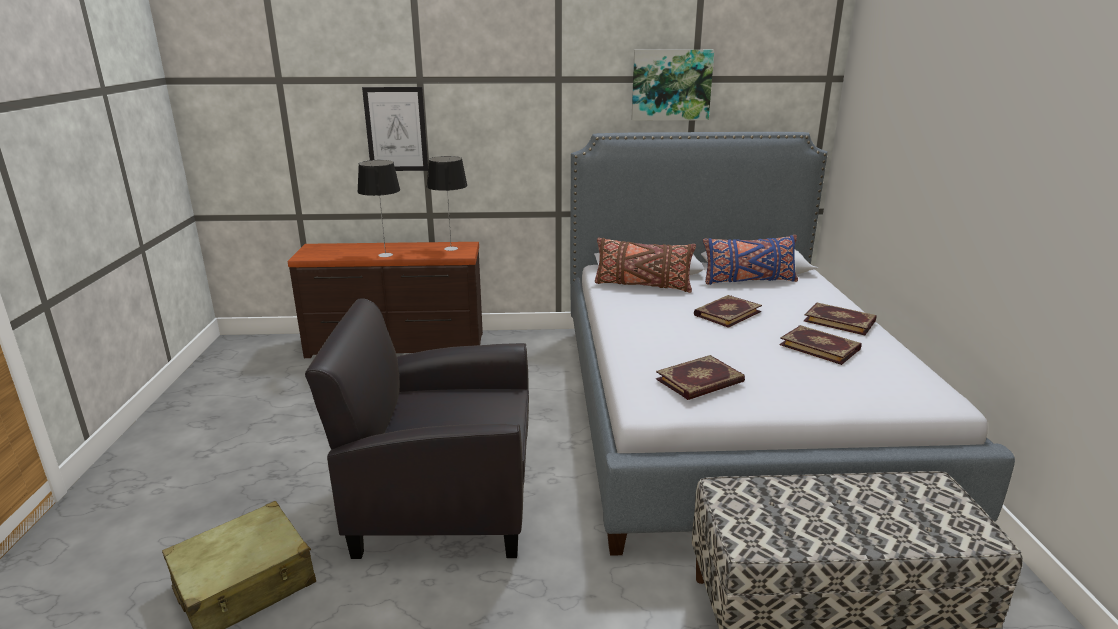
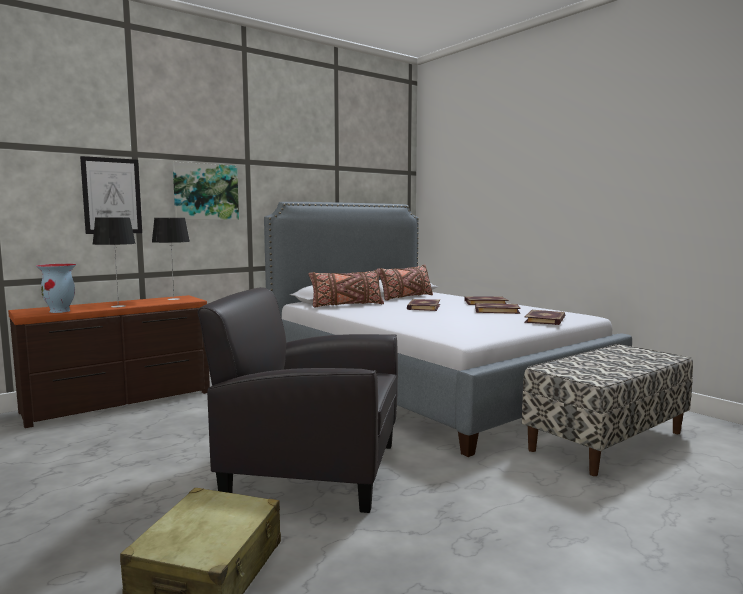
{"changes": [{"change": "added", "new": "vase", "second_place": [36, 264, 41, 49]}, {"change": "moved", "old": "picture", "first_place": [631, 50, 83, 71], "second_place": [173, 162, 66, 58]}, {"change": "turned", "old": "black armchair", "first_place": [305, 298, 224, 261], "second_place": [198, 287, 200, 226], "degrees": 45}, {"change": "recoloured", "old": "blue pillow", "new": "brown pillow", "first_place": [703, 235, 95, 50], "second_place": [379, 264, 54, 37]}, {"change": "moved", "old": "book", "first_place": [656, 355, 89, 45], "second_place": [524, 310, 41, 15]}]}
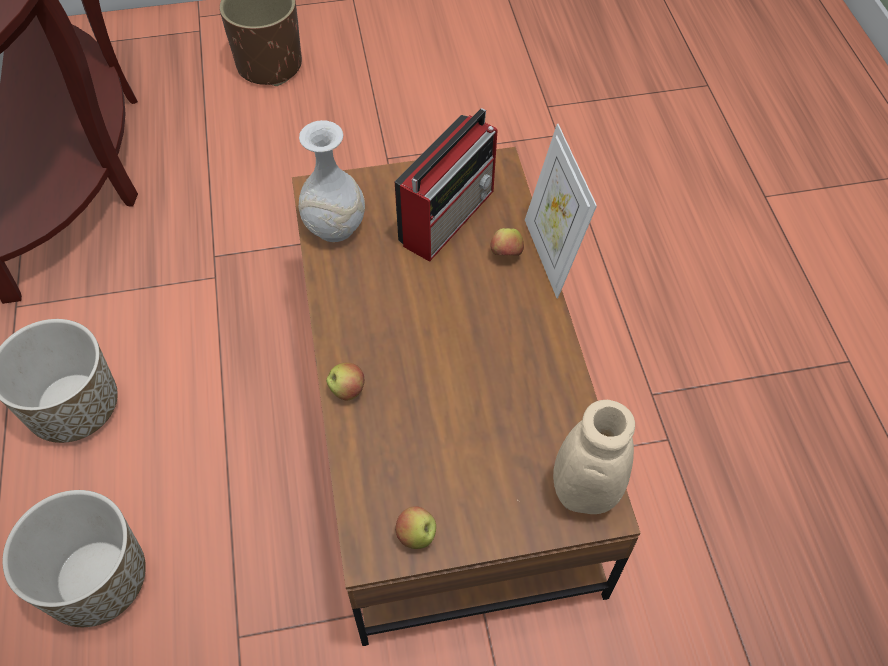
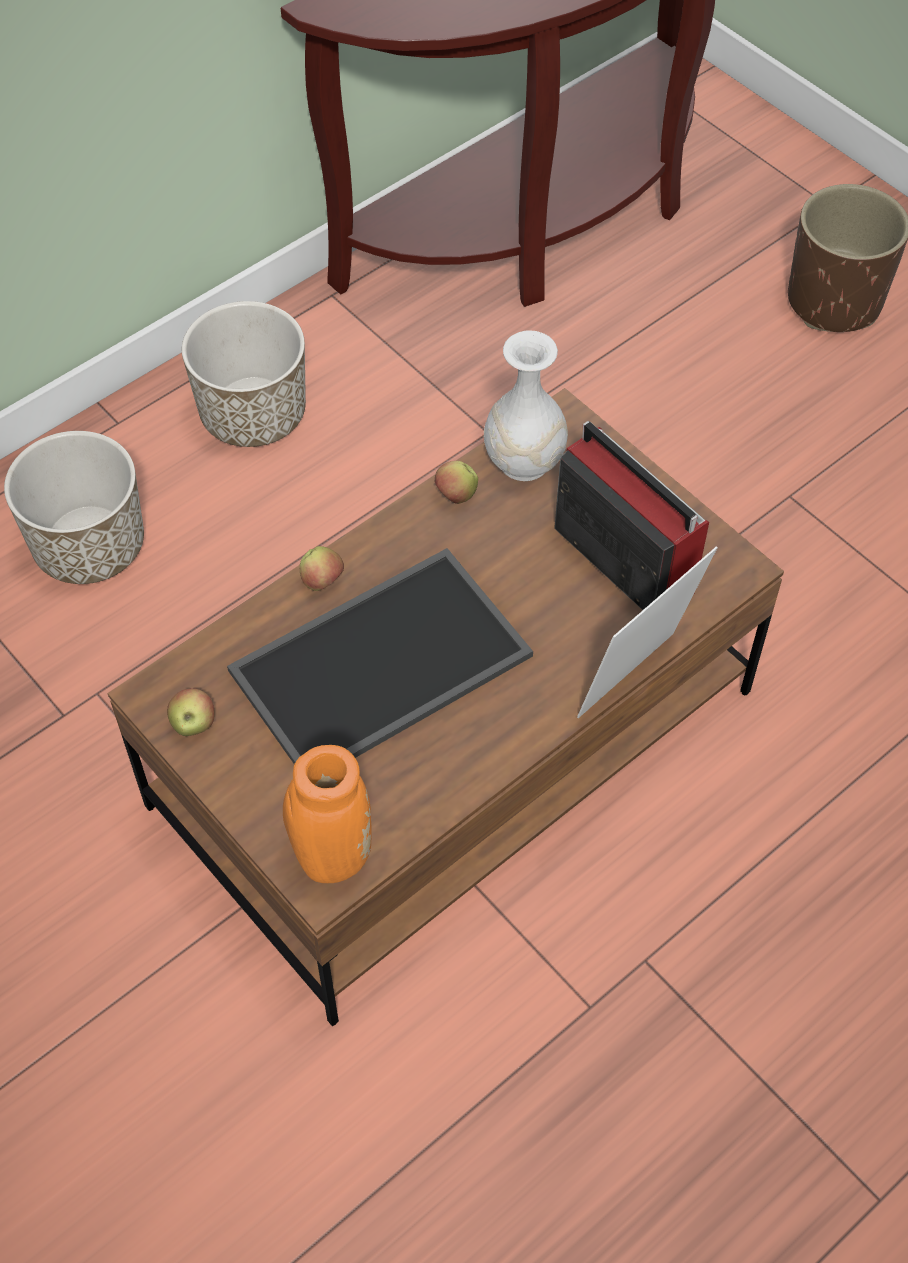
{"changes": [{"change": "recoloured", "old": "beige vase", "new": "orange vase", "first_place": [518, 400, 117, 114], "second_place": [182, 727, 190, 156]}, {"change": "added", "new": "tray", "second_place": [227, 548, 306, 216]}, {"change": "moved", "old": "apple", "first_place": [490, 228, 34, 27], "second_place": [434, 461, 44, 43]}, {"change": "turned", "old": "radio", "first_place": [395, 108, 102, 154], "second_place": [554, 421, 155, 189], "degrees": -135}]}
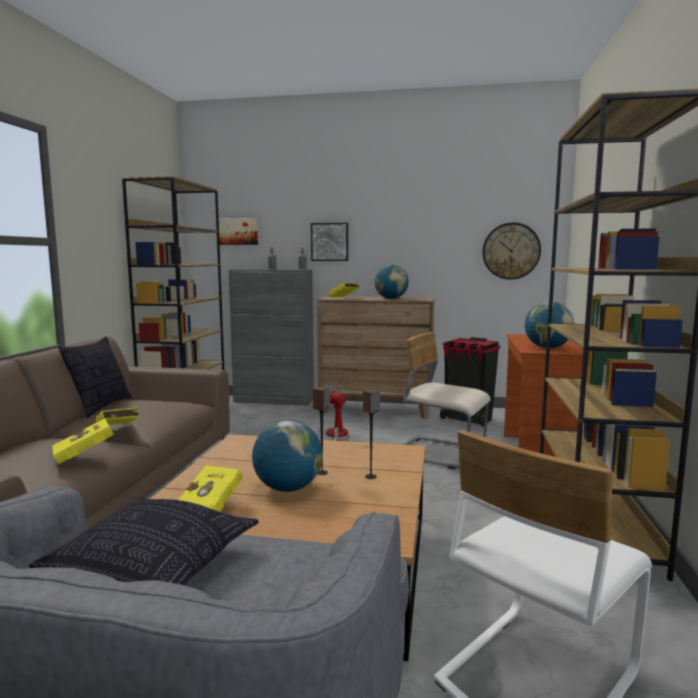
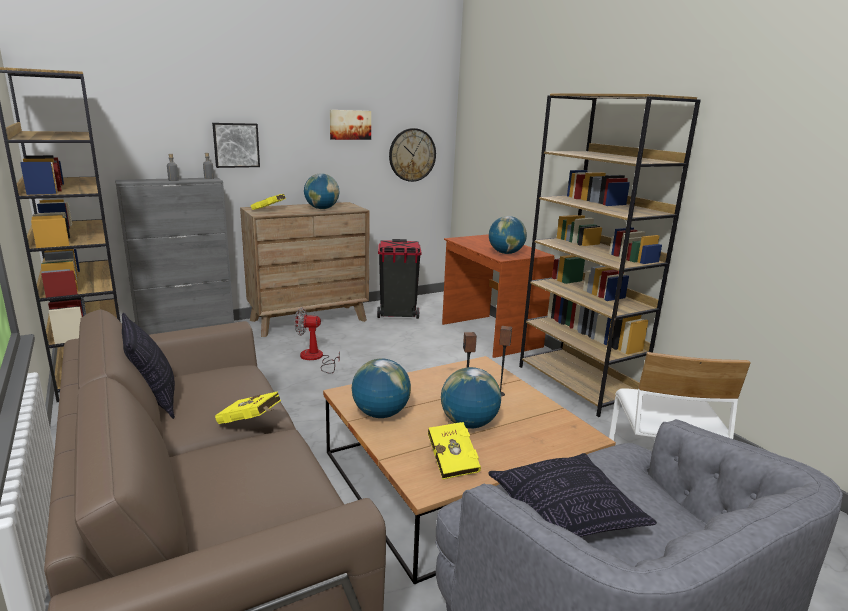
{"changes": [{"change": "moved", "old": "picture", "first_place": [219, 218, 39, 27], "second_place": [330, 110, 41, 30]}, {"change": "added", "new": "globe", "second_place": [352, 358, 59, 60]}, {"change": "removed", "old": "yellow book", "first_place": [52, 418, 70, 46]}, {"change": "removed", "old": "beige chair", "first_place": [402, 332, 89, 137]}]}
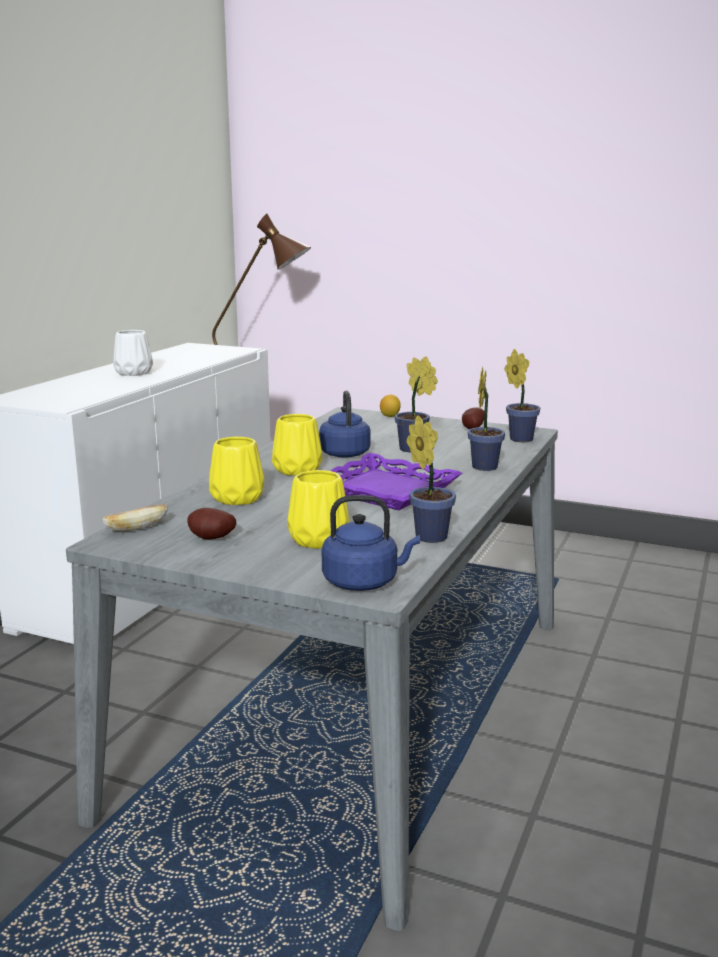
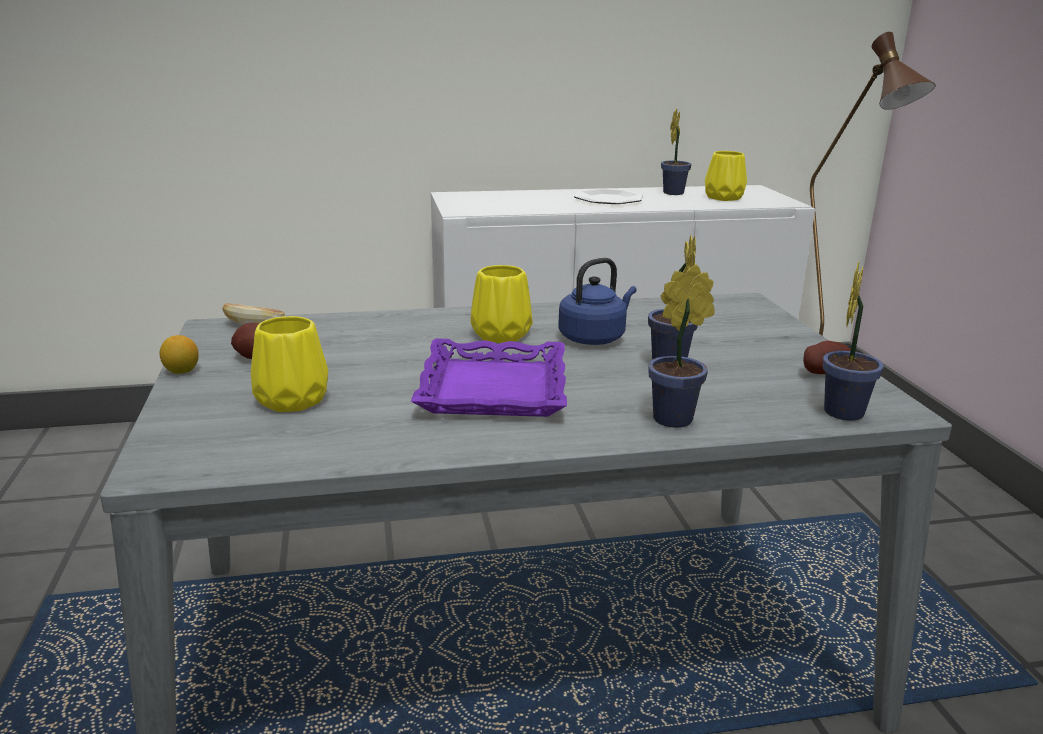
{"changes": [{"change": "moved", "old": "lemon", "first_place": [380, 395, 21, 22], "second_place": [160, 335, 39, 39]}, {"change": "replaced", "old": "white vase", "new": "plate", "first_place": [113, 330, 40, 46], "second_place": [574, 188, 69, 16]}, {"change": "moved", "old": "potted plant", "first_place": [406, 415, 50, 128], "second_place": [661, 108, 31, 87]}, {"change": "moved", "old": "yellow vase", "first_place": [209, 437, 55, 68], "second_place": [705, 151, 42, 50]}, {"change": "removed", "old": "blue kettle", "first_place": [322, 495, 98, 96]}]}
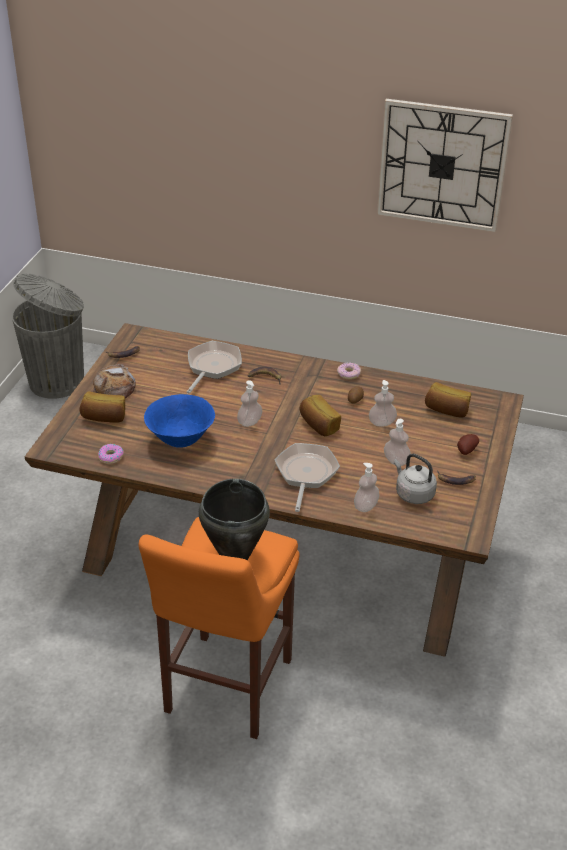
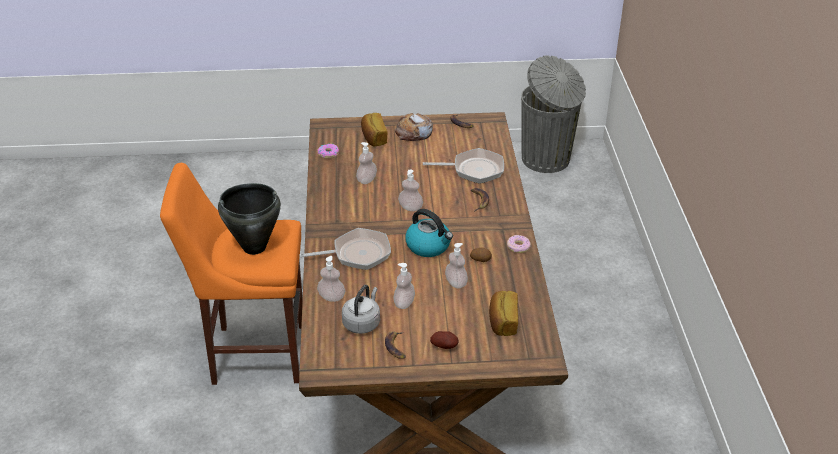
{"changes": [{"change": "replaced", "old": "blue bowl", "new": "soap dispenser", "first_place": [144, 394, 71, 54], "second_place": [356, 142, 21, 42]}, {"change": "replaced", "old": "bread", "new": "kettle", "first_place": [300, 395, 41, 41], "second_place": [405, 209, 48, 48]}, {"change": "removed", "old": "wall clock", "first_place": [377, 99, 136, 133]}]}
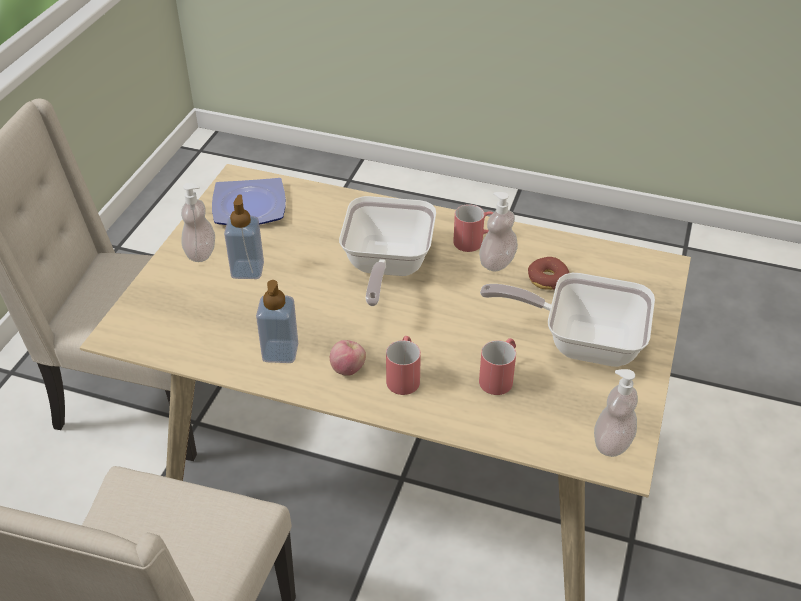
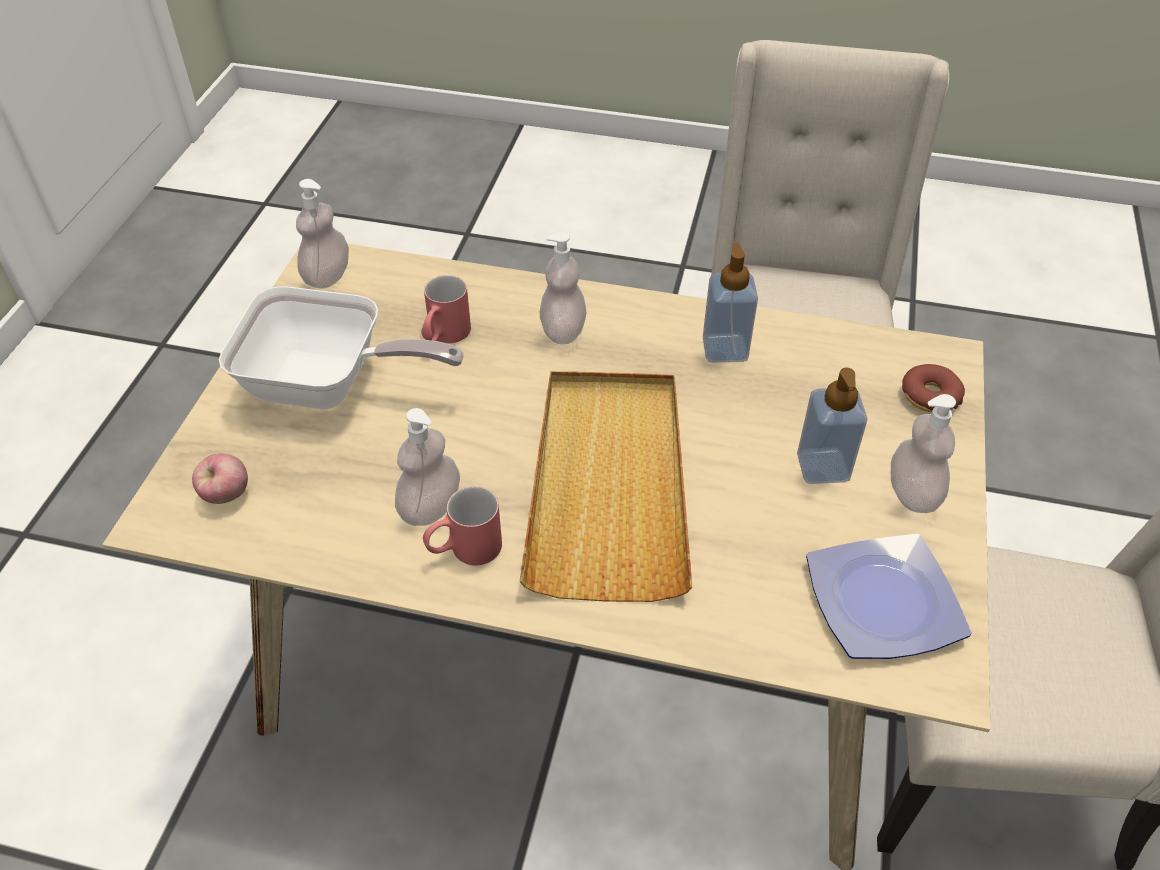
{"changes": [{"change": "moved", "old": "apple", "first_place": [330, 340, 36, 36], "second_place": [192, 454, 56, 50]}, {"change": "replaced", "old": "frying pan", "new": "beige tray", "first_place": [339, 196, 97, 110], "second_place": [520, 371, 172, 231]}, {"change": "replaced", "old": "red mug", "new": "soap dispenser", "first_place": [386, 336, 35, 59], "second_place": [540, 232, 46, 112]}, {"change": "moved", "old": "donut", "first_place": [528, 257, 41, 33], "second_place": [902, 364, 63, 48]}]}
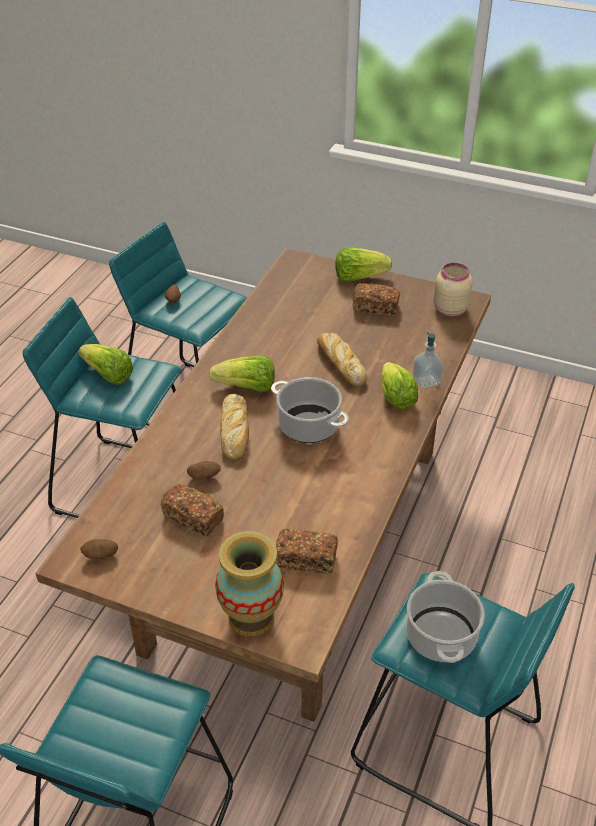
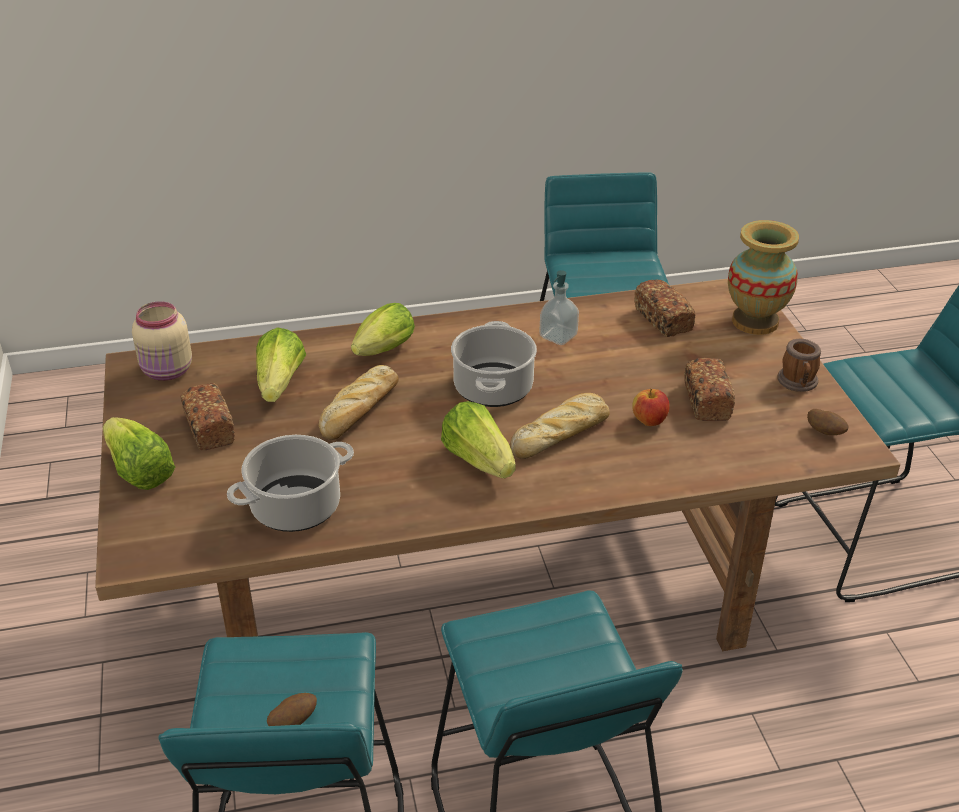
{"changes": [{"change": "moved", "old": "cooking pot", "first_place": [406, 571, 79, 92], "second_place": [227, 435, 127, 97]}, {"change": "moved", "old": "lettuce", "first_place": [78, 344, 55, 41], "second_place": [256, 327, 50, 75]}, {"change": "moved", "old": "soap dispenser", "first_place": [413, 332, 30, 56], "second_place": [539, 270, 40, 75]}, {"change": "replaced", "old": "potato", "new": "apple", "first_place": [187, 461, 34, 19], "second_place": [632, 389, 38, 37]}, {"change": "added", "new": "mug", "second_place": [777, 339, 44, 53]}]}
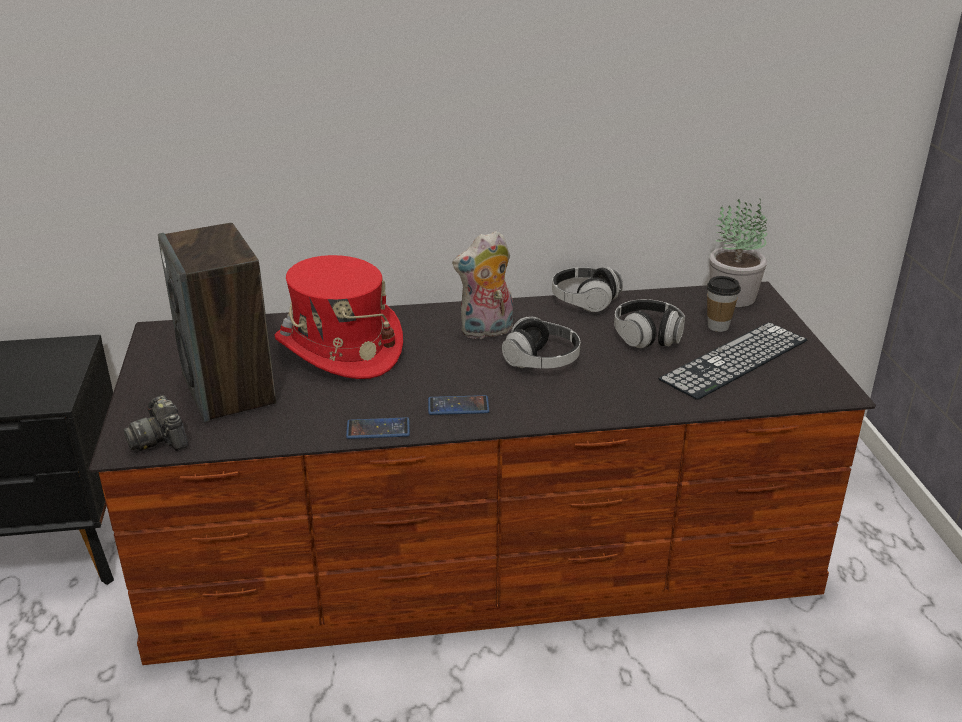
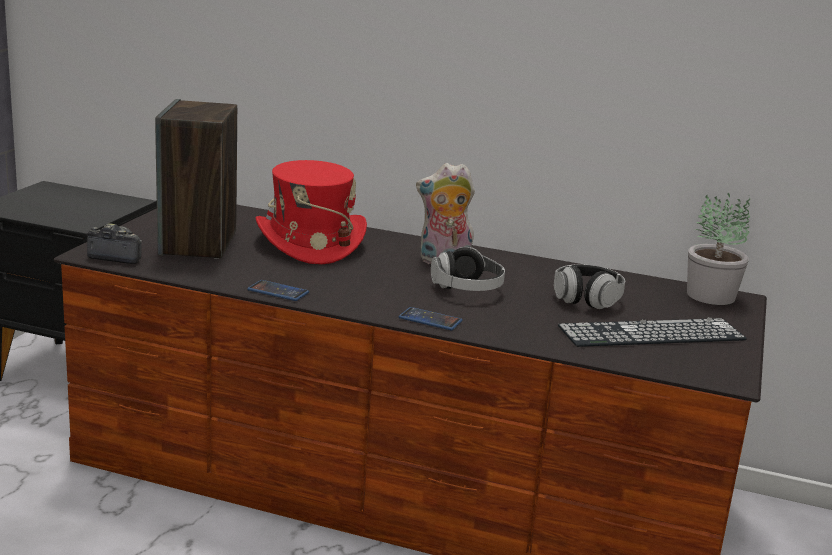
{"changes": [{"change": "turned", "old": "photo camera", "first_place": [123, 395, 66, 56], "second_place": [87, 223, 55, 41], "degrees": 105}, {"change": "moved", "old": "phone", "first_place": [428, 395, 61, 20], "second_place": [399, 307, 64, 23]}, {"change": "removed", "old": "headphones", "first_place": [552, 267, 71, 45]}, {"change": "removed", "old": "cup", "first_place": [706, 276, 35, 56]}]}
